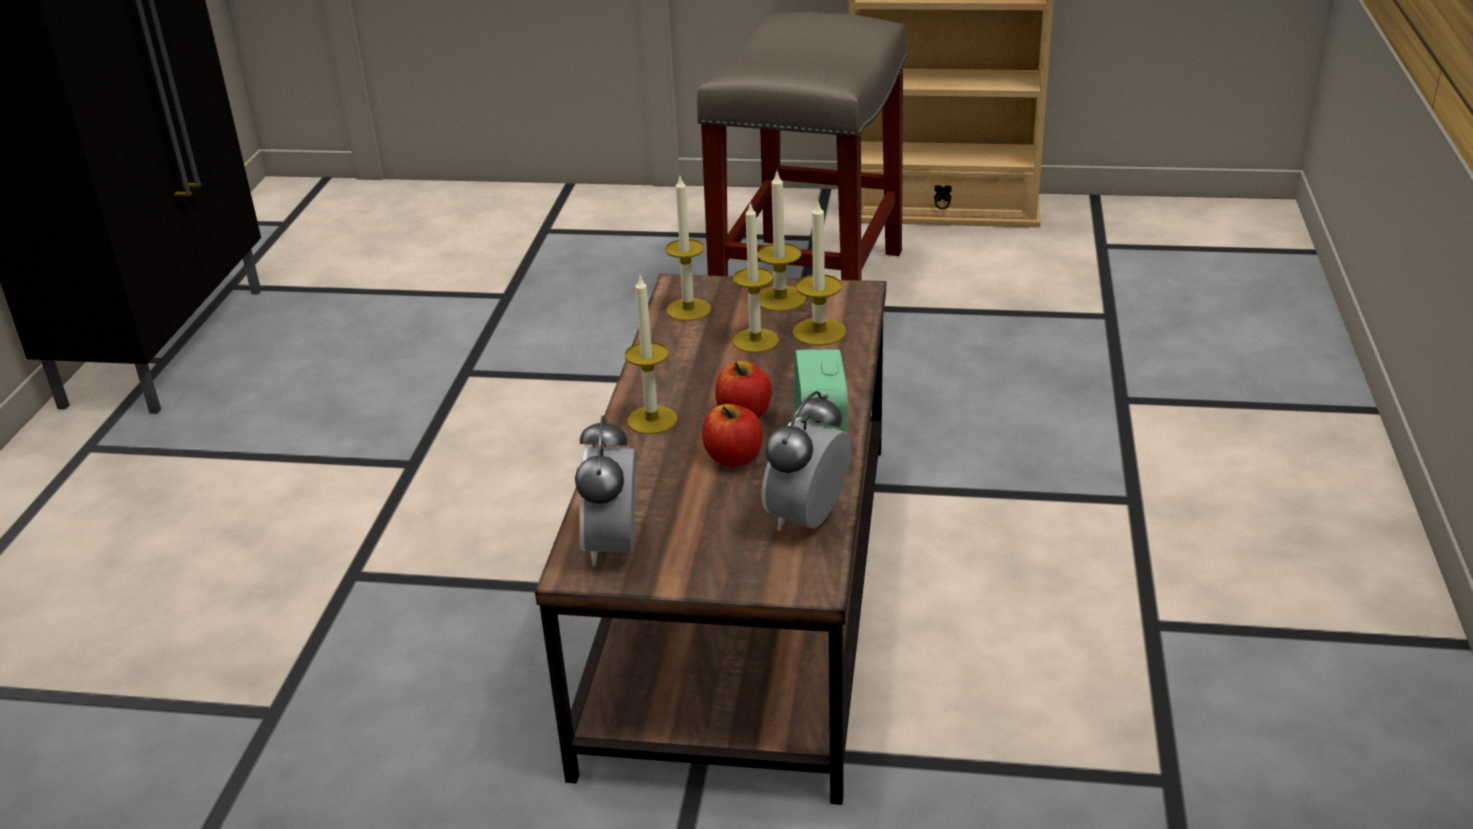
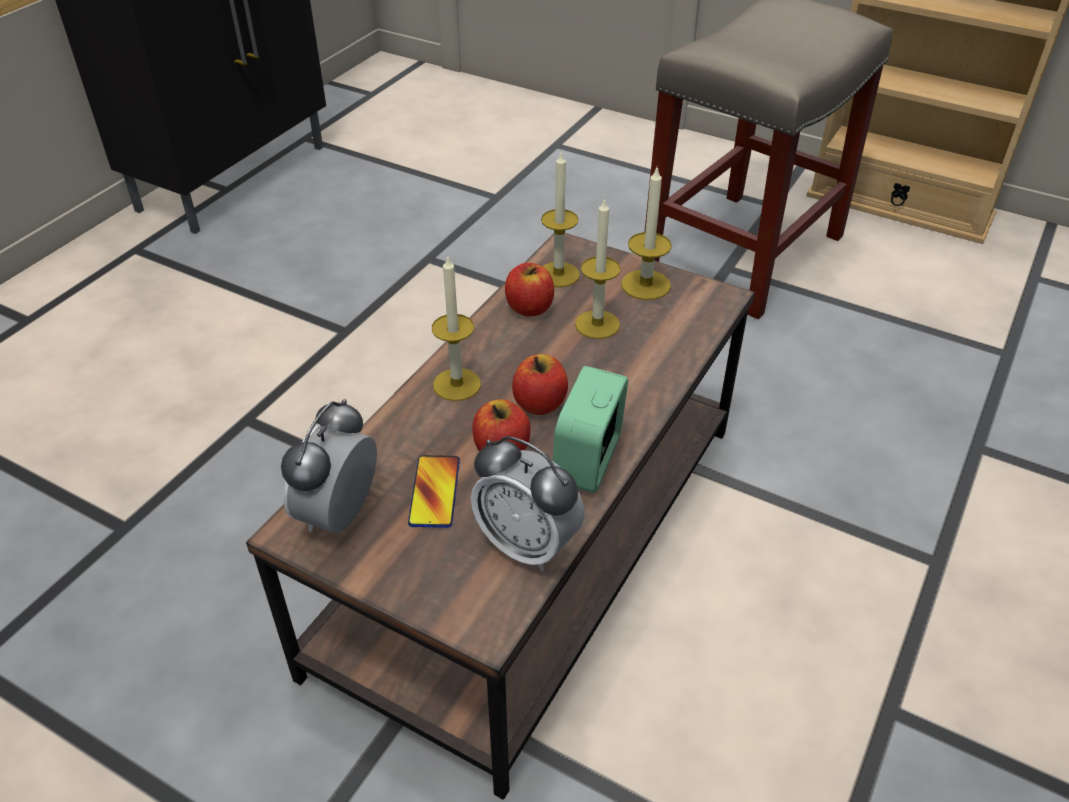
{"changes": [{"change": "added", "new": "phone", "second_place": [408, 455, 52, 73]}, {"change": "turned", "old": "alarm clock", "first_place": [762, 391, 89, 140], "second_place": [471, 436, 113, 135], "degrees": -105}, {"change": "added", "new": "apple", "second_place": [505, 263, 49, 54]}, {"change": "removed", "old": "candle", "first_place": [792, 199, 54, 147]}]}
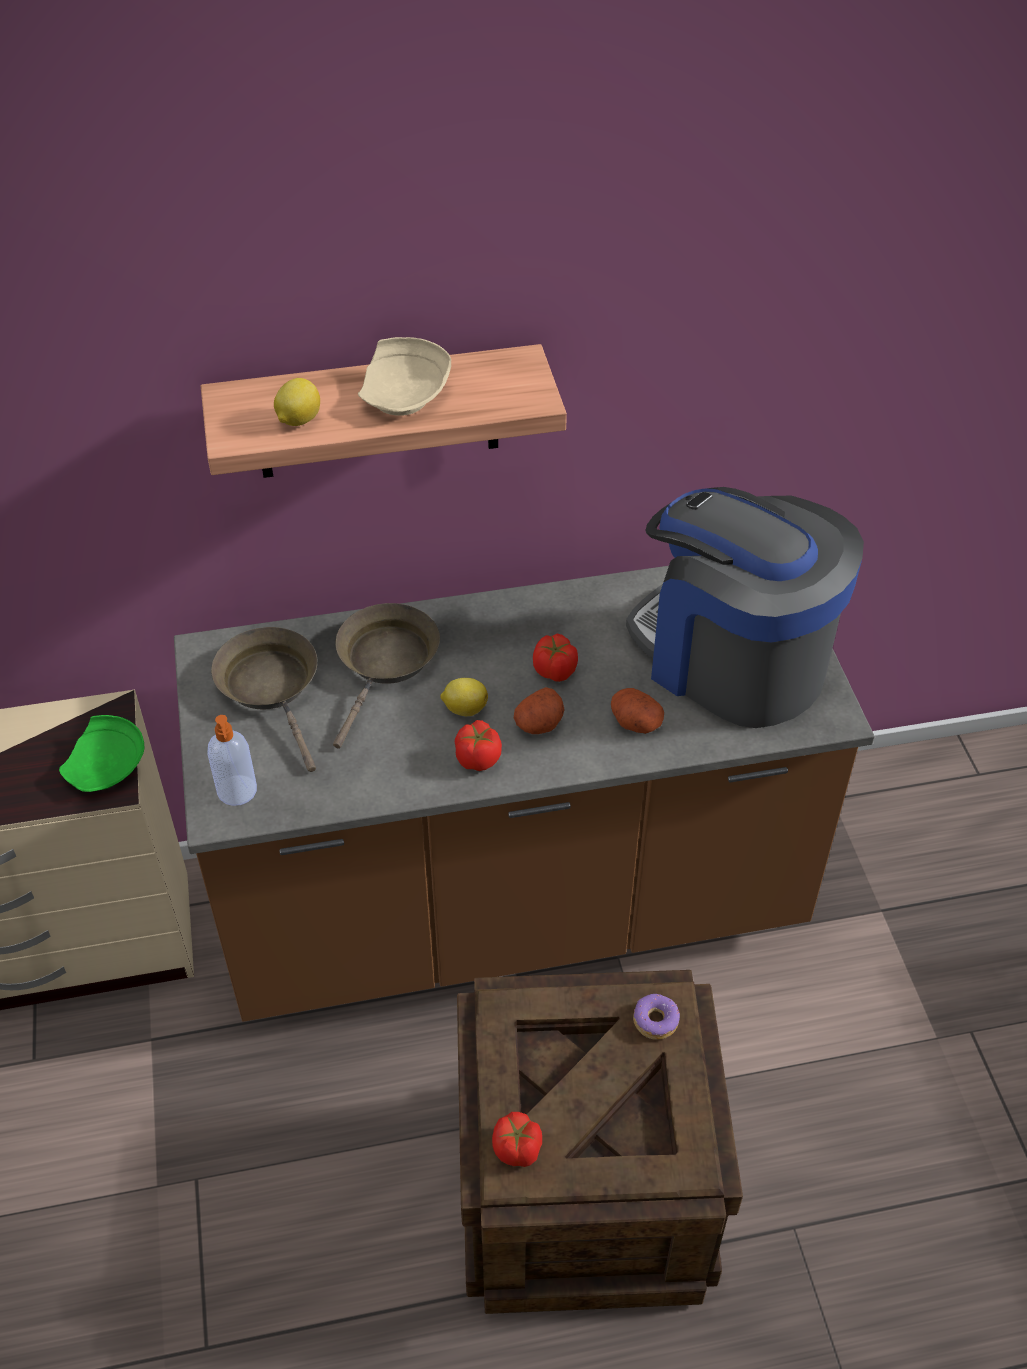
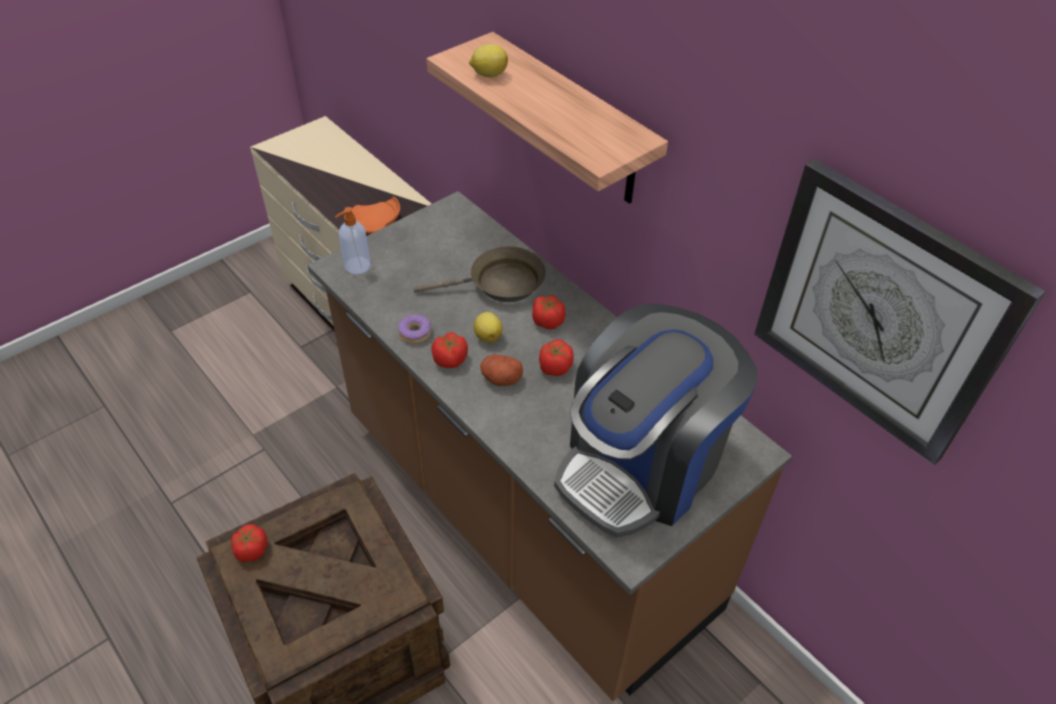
{"changes": [{"change": "recoloured", "old": "green plate", "new": "orange plate", "first_place": [59, 715, 85, 77], "second_place": [352, 196, 48, 38]}, {"change": "moved", "old": "donut", "first_place": [633, 994, 47, 46], "second_place": [398, 314, 33, 29]}, {"change": "added", "new": "tomato", "second_place": [532, 295, 33, 34]}, {"change": "turned", "old": "coffee machine", "first_place": [626, 487, 238, 241], "second_place": [554, 303, 204, 235], "degrees": -150}, {"change": "added", "new": "wall clock", "second_place": [754, 159, 292, 306]}, {"change": "removed", "old": "brown frying pan", "first_place": [211, 627, 106, 145]}, {"change": "removed", "old": "beige plate", "first_place": [358, 337, 93, 79]}, {"change": "removed", "old": "potato", "first_place": [611, 688, 53, 46]}]}
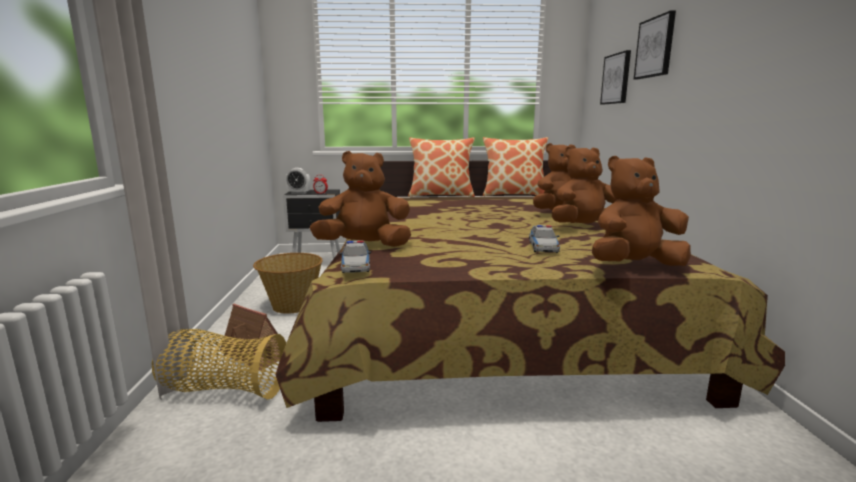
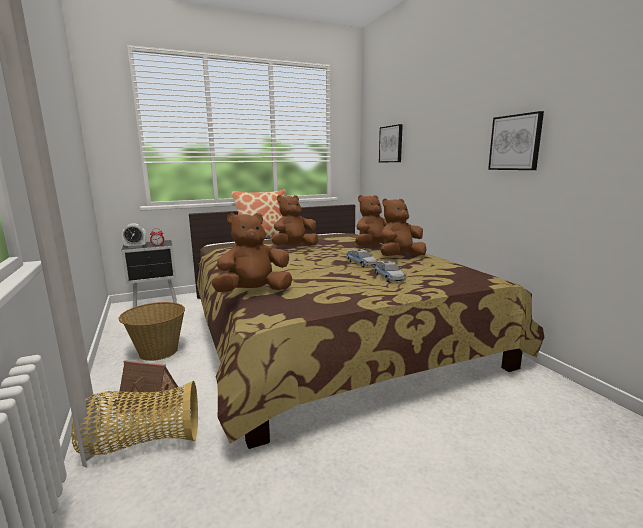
{"changes": [{"change": "moved", "old": "brown plush toy", "first_place": [592, 156, 99, 110], "second_place": [272, 195, 46, 51]}, {"change": "moved", "old": "toy car", "first_place": [339, 240, 32, 33], "second_place": [346, 249, 32, 18]}, {"change": "moved", "old": "picture", "first_place": [634, 10, 42, 69], "second_place": [488, 111, 56, 59]}, {"change": "removed", "old": "pillow", "first_place": [483, 137, 65, 59]}]}
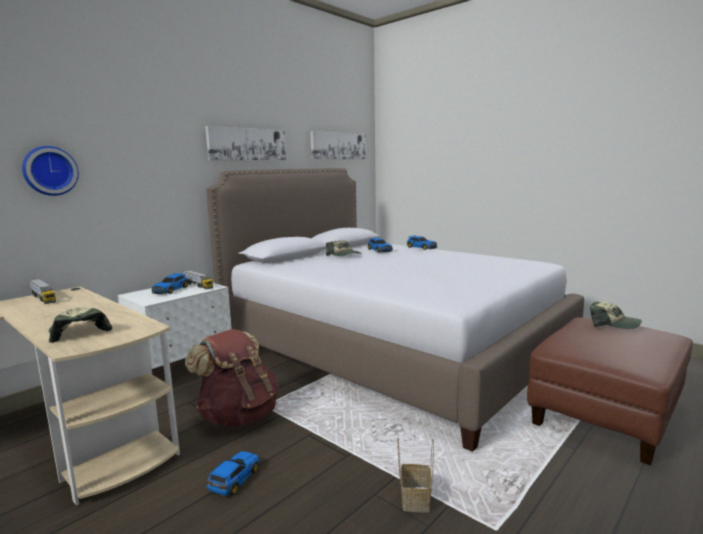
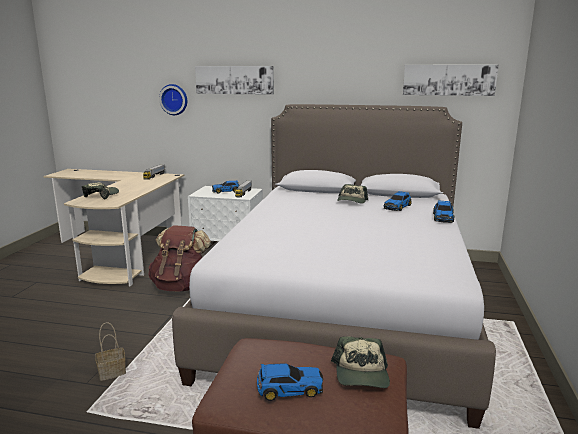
{"changes": [{"change": "moved", "old": "picture", "first_place": [205, 126, 81, 34], "second_place": [195, 66, 79, 29]}, {"change": "moved", "old": "toy car", "first_place": [206, 451, 54, 45], "second_place": [257, 364, 66, 37]}]}
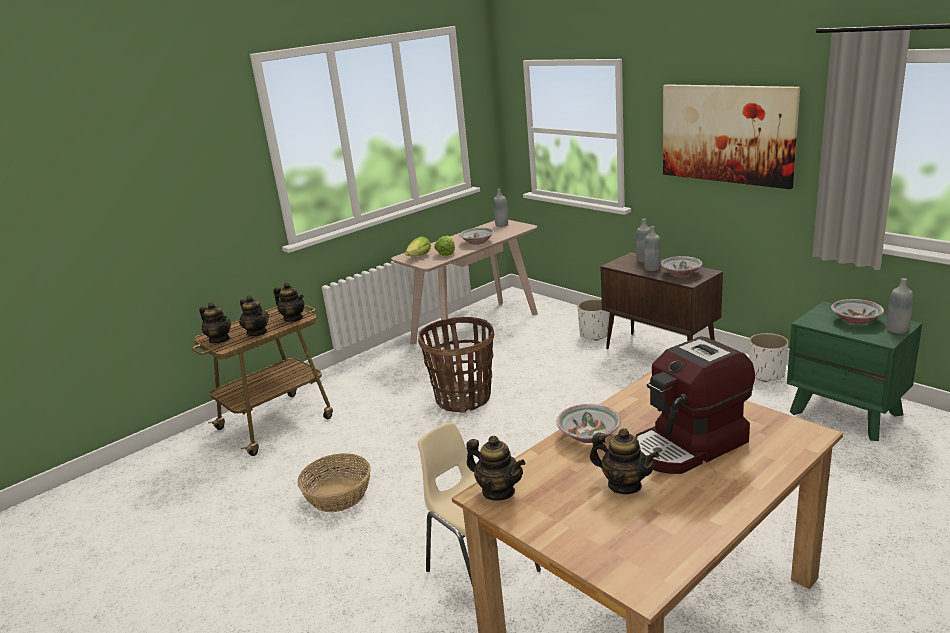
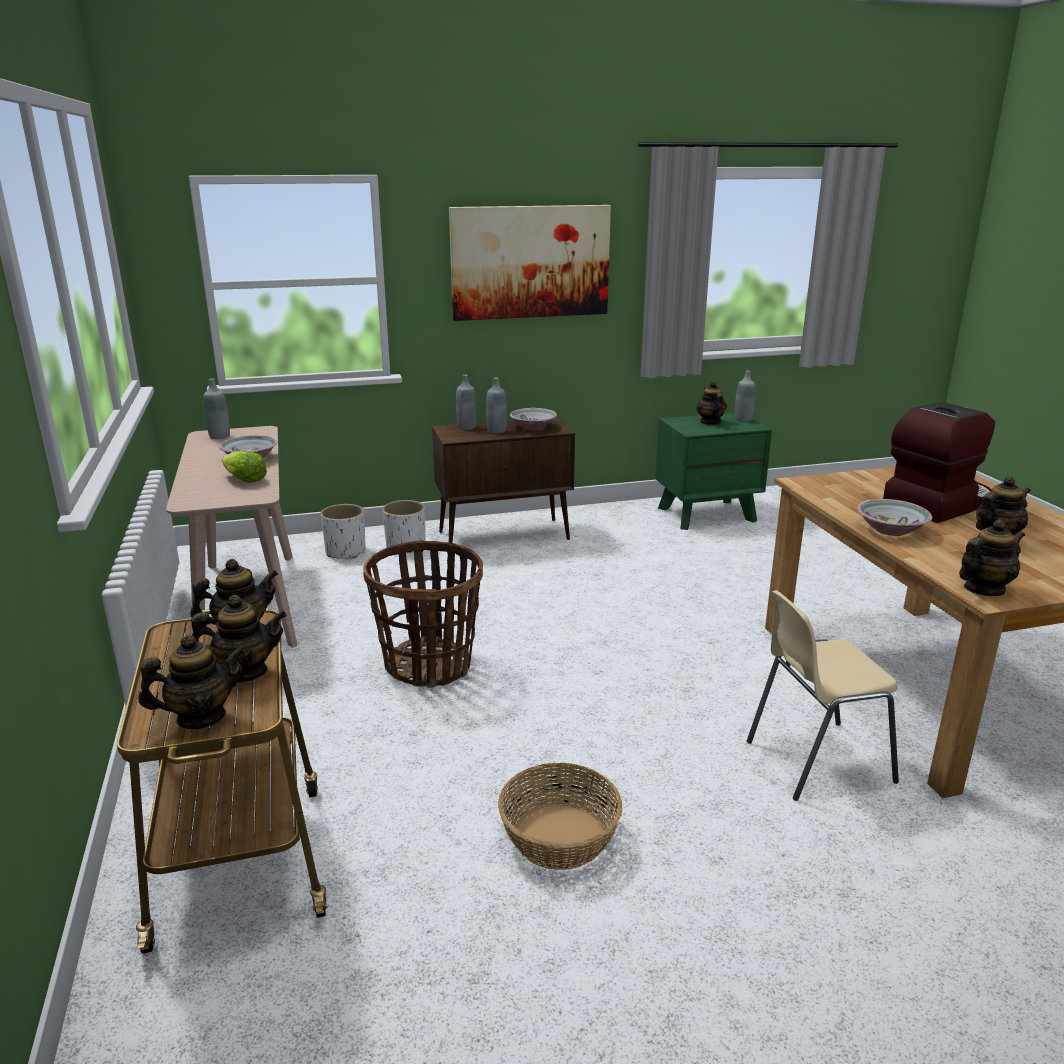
{"changes": [{"change": "moved", "old": "white planter", "first_place": [749, 333, 40, 49], "second_place": [320, 504, 46, 55]}, {"change": "replaced", "old": "bowl", "new": "teapot", "first_place": [831, 299, 53, 26], "second_place": [696, 381, 31, 44]}, {"change": "turned", "old": "coffee machine", "first_place": [635, 336, 120, 138], "second_place": [883, 402, 112, 121], "degrees": -120}, {"change": "removed", "old": "lettuce", "first_place": [405, 236, 26, 20]}]}
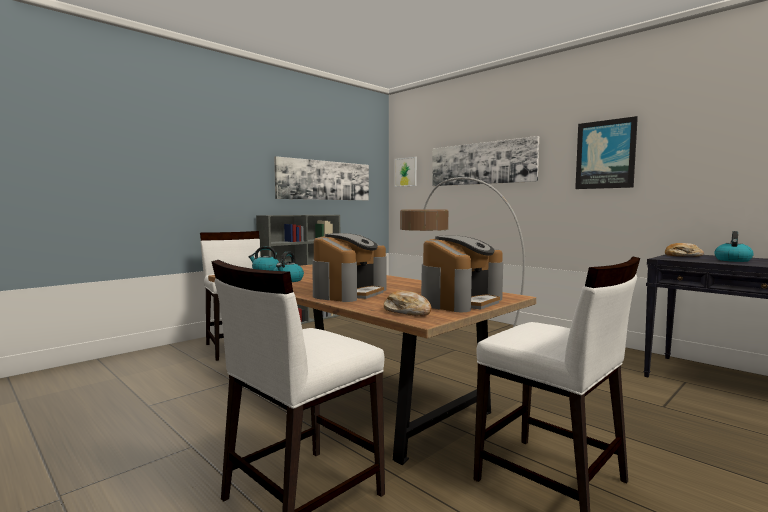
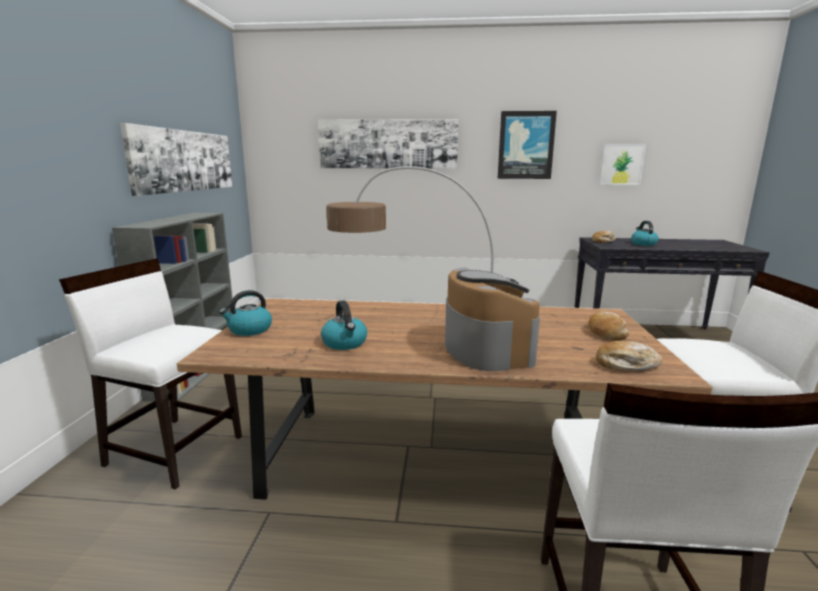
{"changes": [{"change": "replaced", "old": "coffee machine", "new": "bread", "first_place": [421, 236, 82, 76], "second_place": [589, 311, 41, 29]}, {"change": "moved", "old": "picture", "first_place": [395, 157, 22, 30], "second_place": [600, 144, 46, 41]}]}
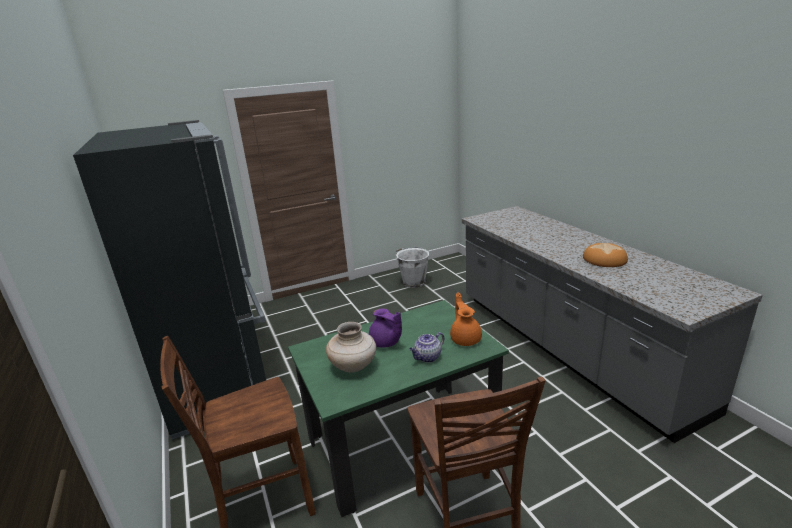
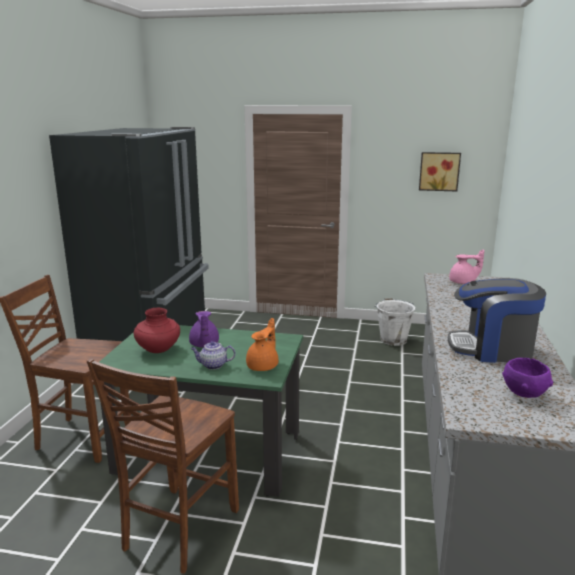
{"changes": [{"change": "recoloured", "old": "beige vase", "new": "red vase", "first_place": [326, 322, 50, 50], "second_place": [134, 308, 46, 45]}, {"change": "added", "new": "picture", "second_place": [419, 152, 42, 39]}, {"change": "replaced", "old": "bread", "new": "coffee machine", "first_place": [583, 243, 45, 24], "second_place": [448, 278, 98, 85]}, {"change": "added", "new": "pink teapot", "second_place": [449, 249, 35, 35]}, {"change": "added", "new": "purple bowl", "second_place": [502, 358, 51, 40]}]}
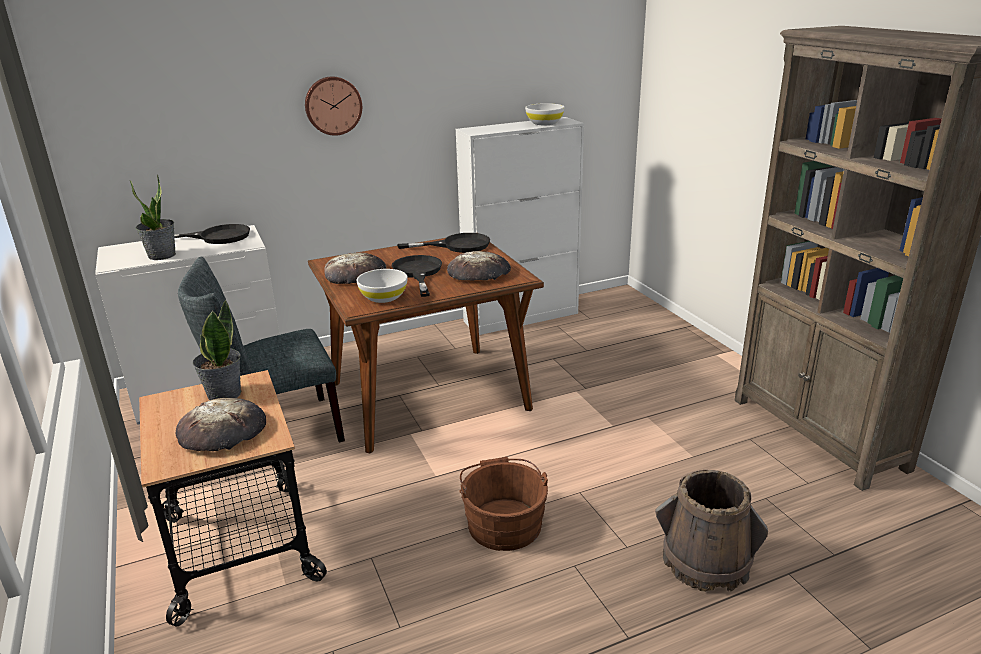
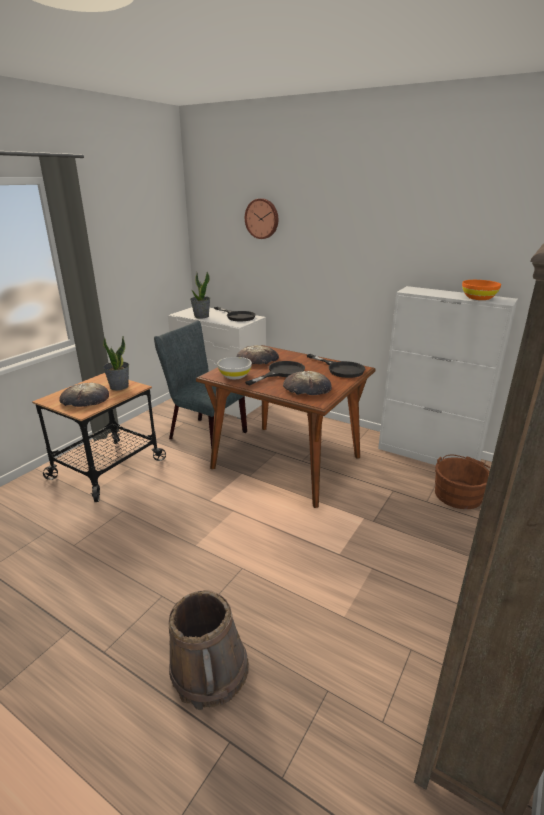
{"changes": [{"change": "moved", "old": "wall clock", "first_place": [305, 76, 57, 60], "second_place": [245, 199, 33, 40]}, {"change": "moved", "old": "brown bucket", "first_place": [459, 457, 89, 94], "second_place": [435, 455, 56, 54]}, {"change": "recoloured", "old": "white bowl", "new": "orange bowl", "first_place": [525, 103, 39, 22], "second_place": [462, 280, 39, 20]}]}
